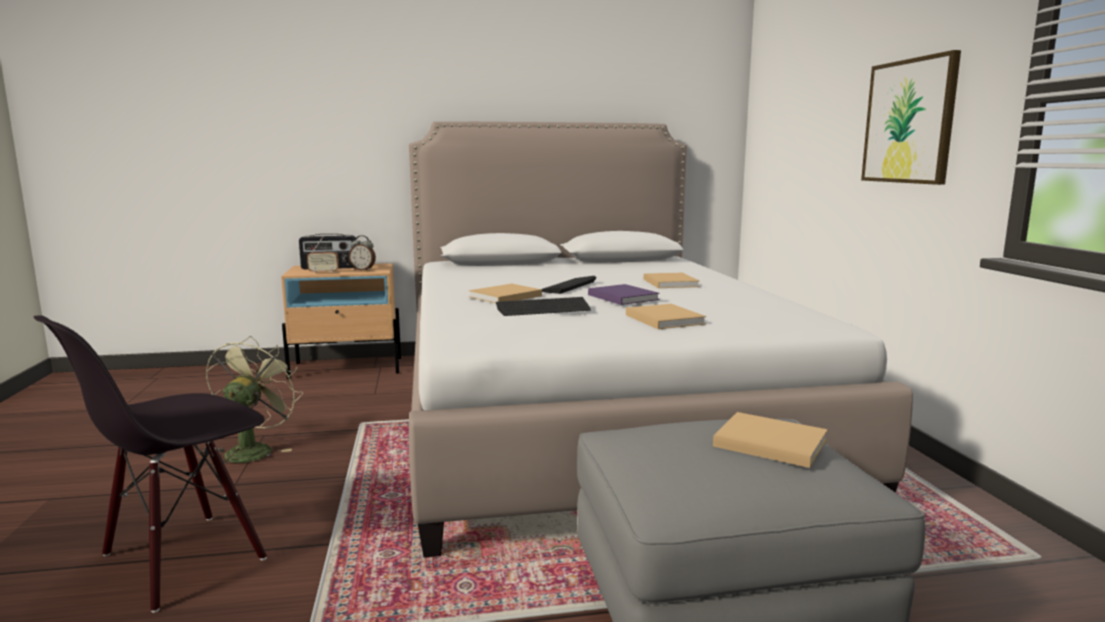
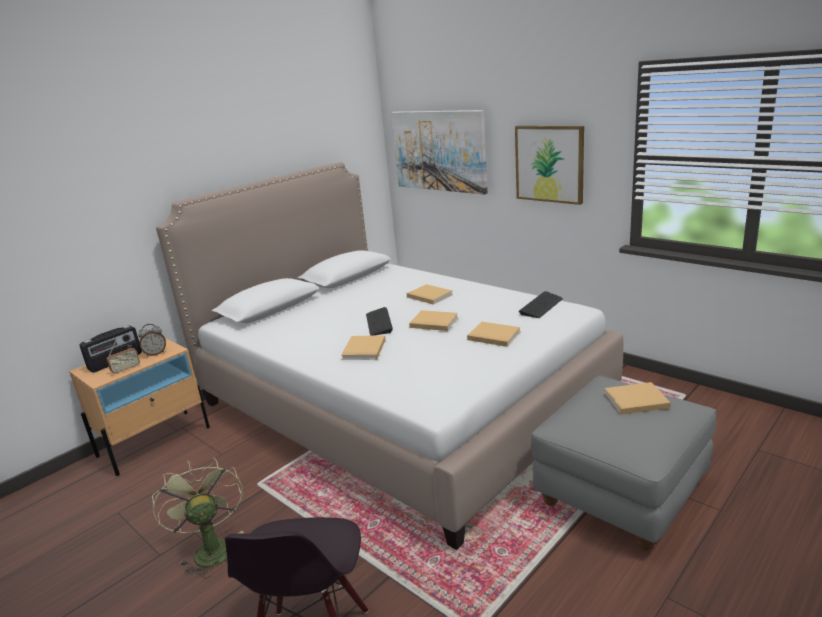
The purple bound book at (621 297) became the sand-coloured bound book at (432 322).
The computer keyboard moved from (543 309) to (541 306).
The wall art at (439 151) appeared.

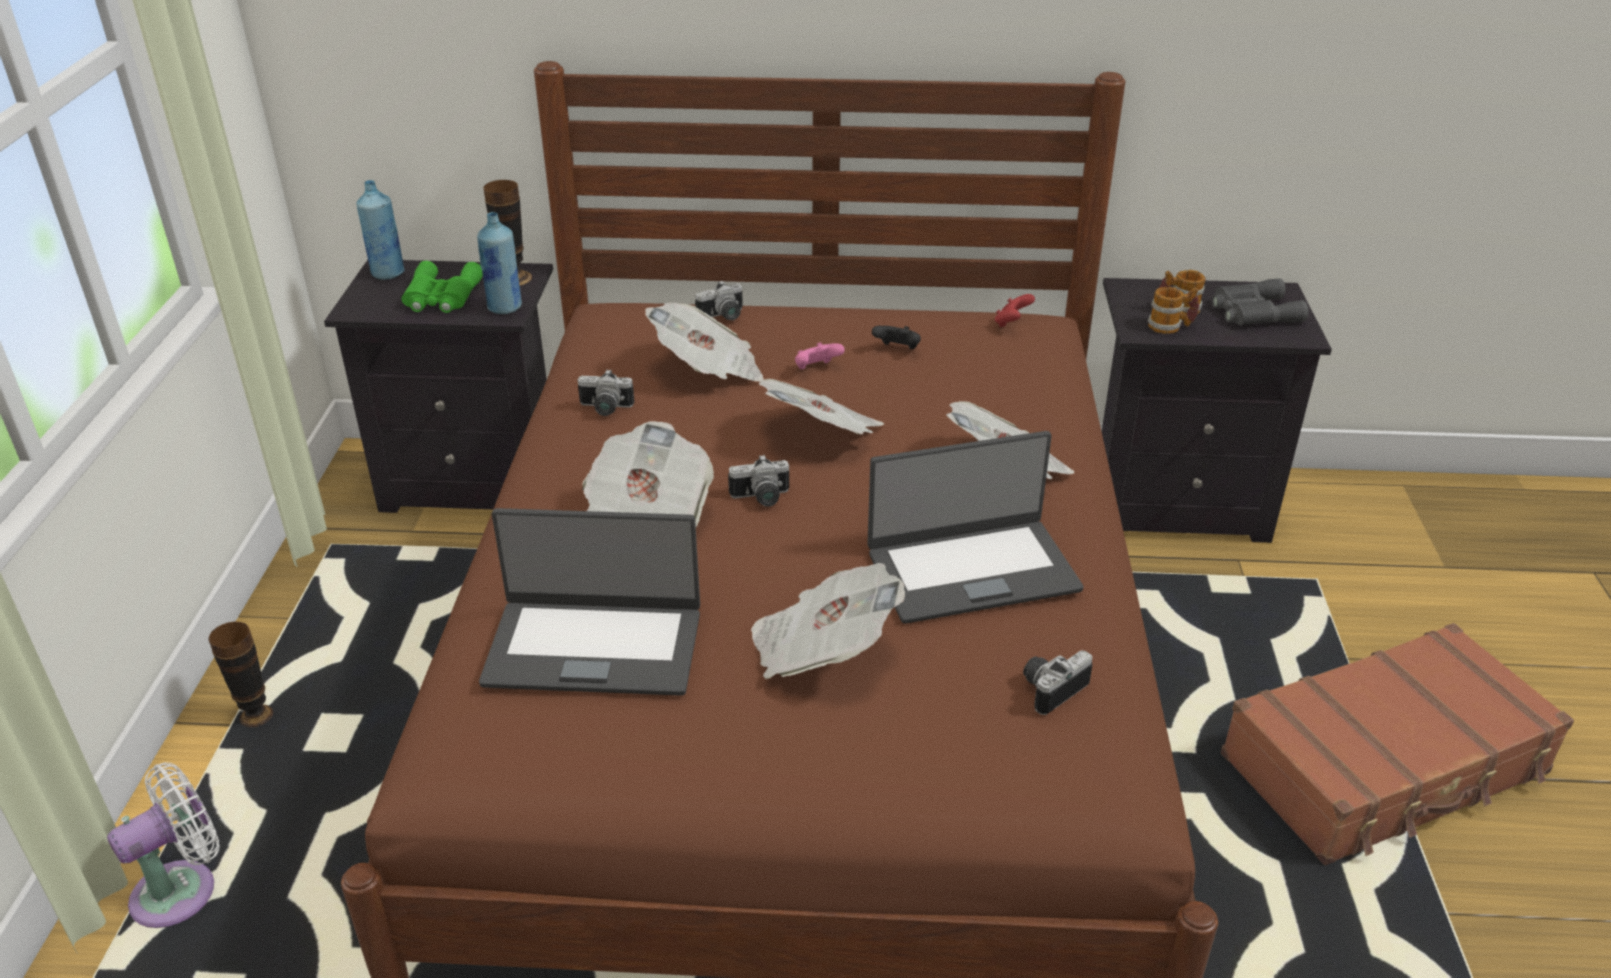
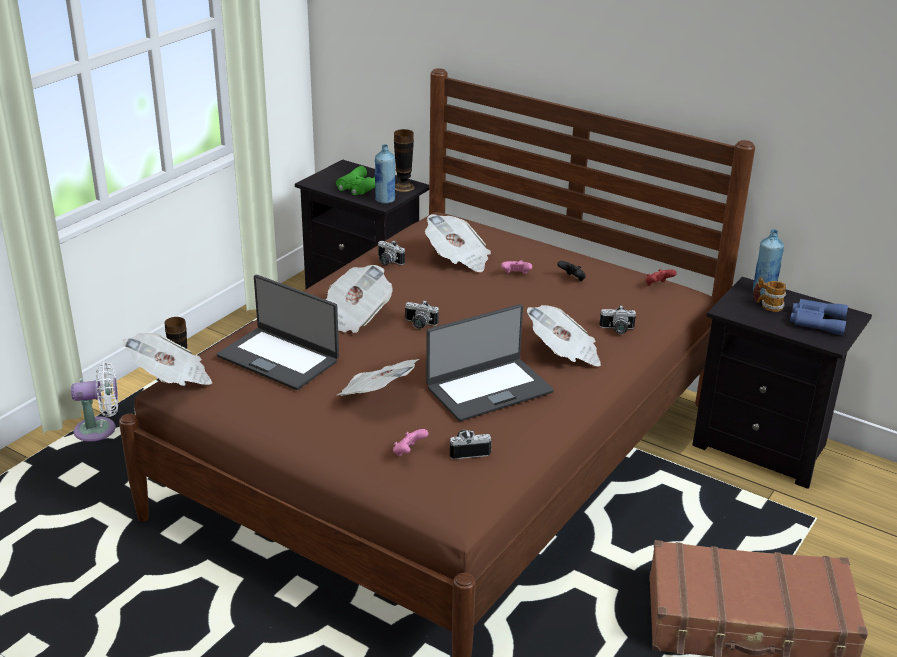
The bluish drink bottle moved from (388 273) to (763 291).
The grey binoculars at (1252 312) became the bluish binoculars at (816 321).
The photo camera moved from (723 317) to (617 330).
The coffee mug at (1171 327) disappeared.
The newspaper moved from (823 435) to (172 379).
The laptop at (971 569) turned 45 degrees counterclockwise.
The pink-coloured joypad at (409 452) appeared.

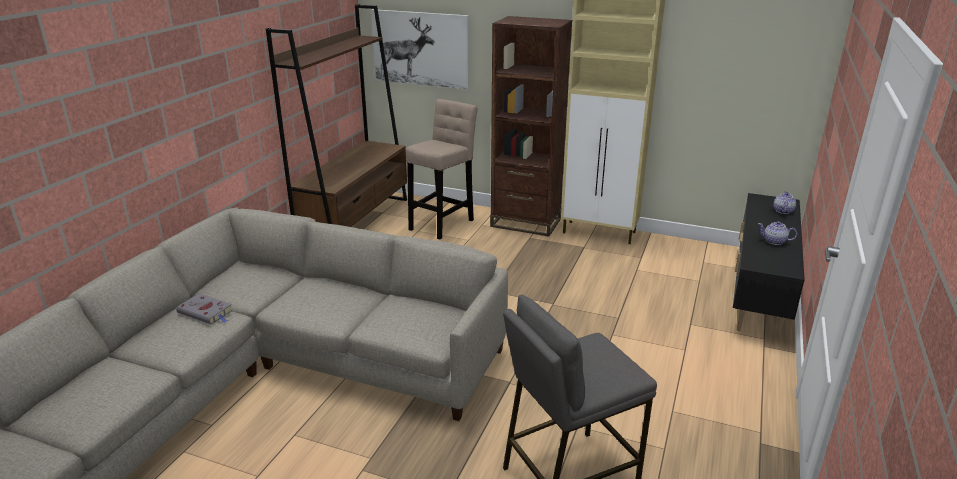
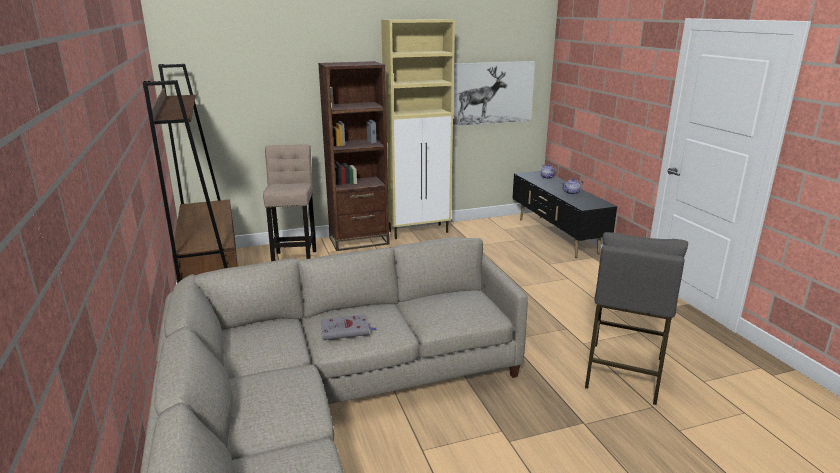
The wall art moved from (421 48) to (492 93).
The grey bound book moved from (206 312) to (346 330).

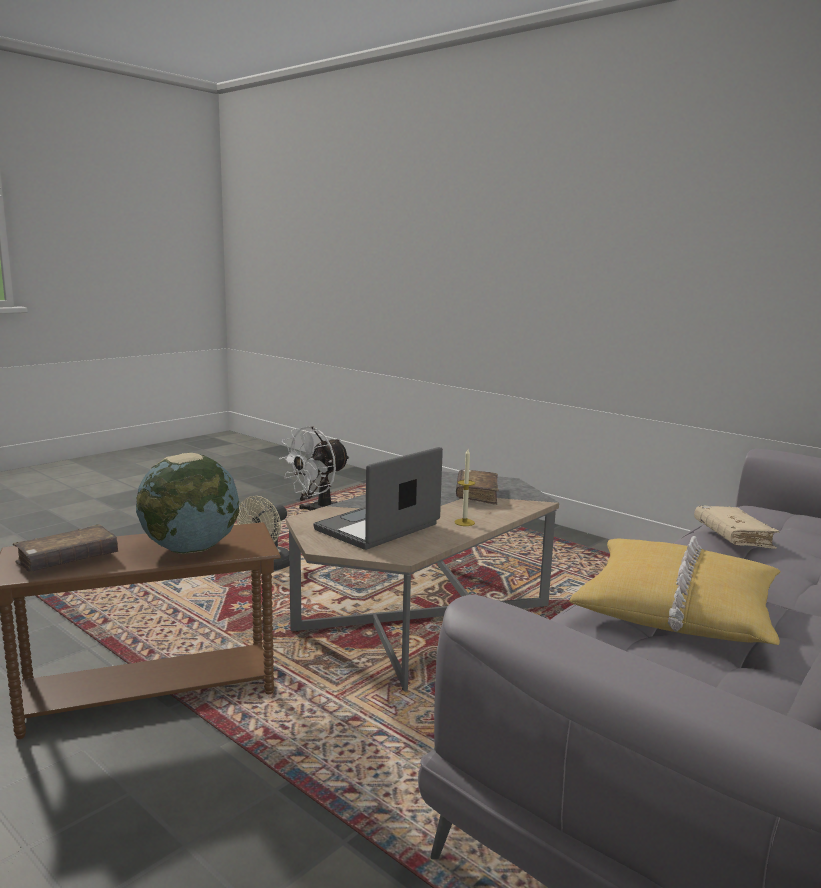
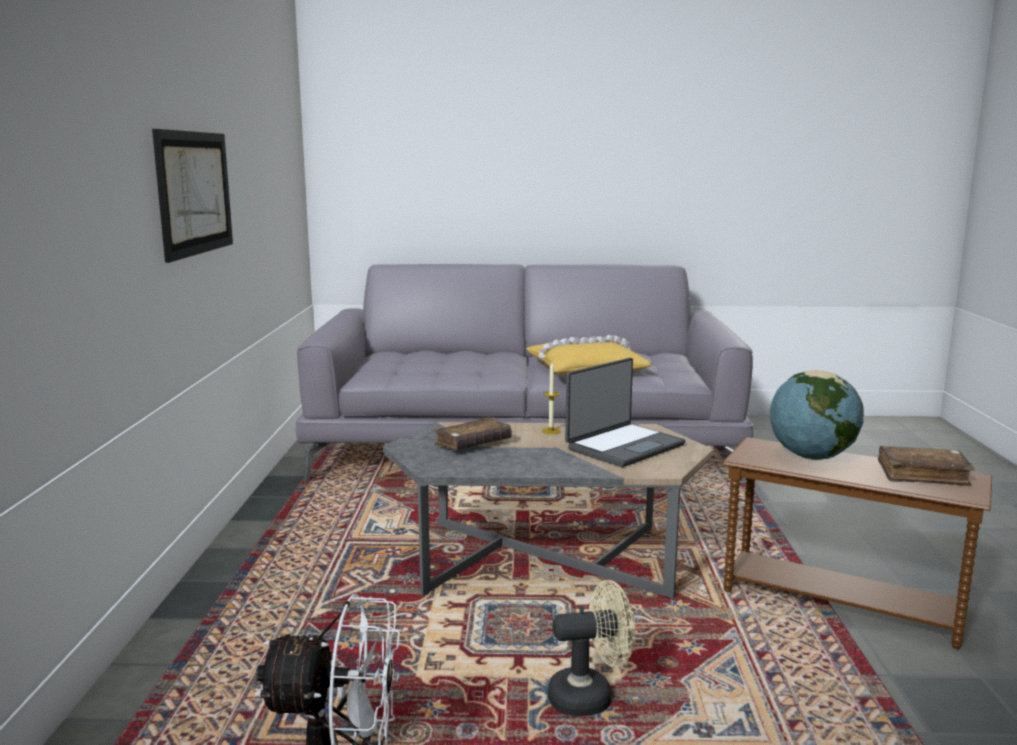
The laptop at (379 528) turned 45 degrees counterclockwise.
The sand-coloured bound book at (732 536) disappeared.
The wall art at (195 193) appeared.

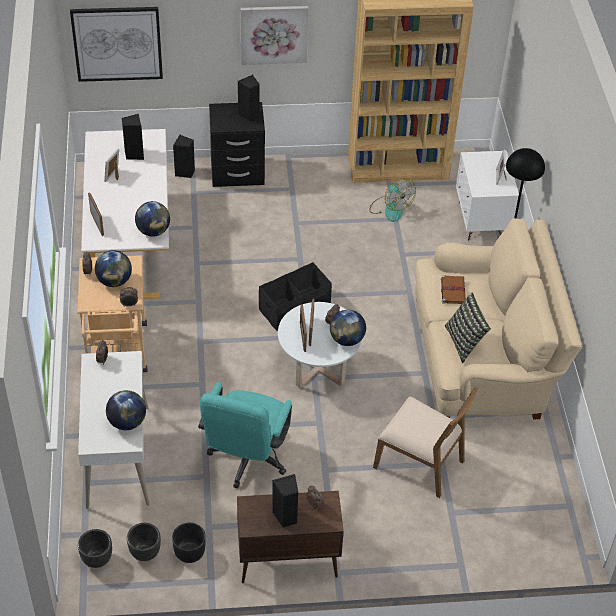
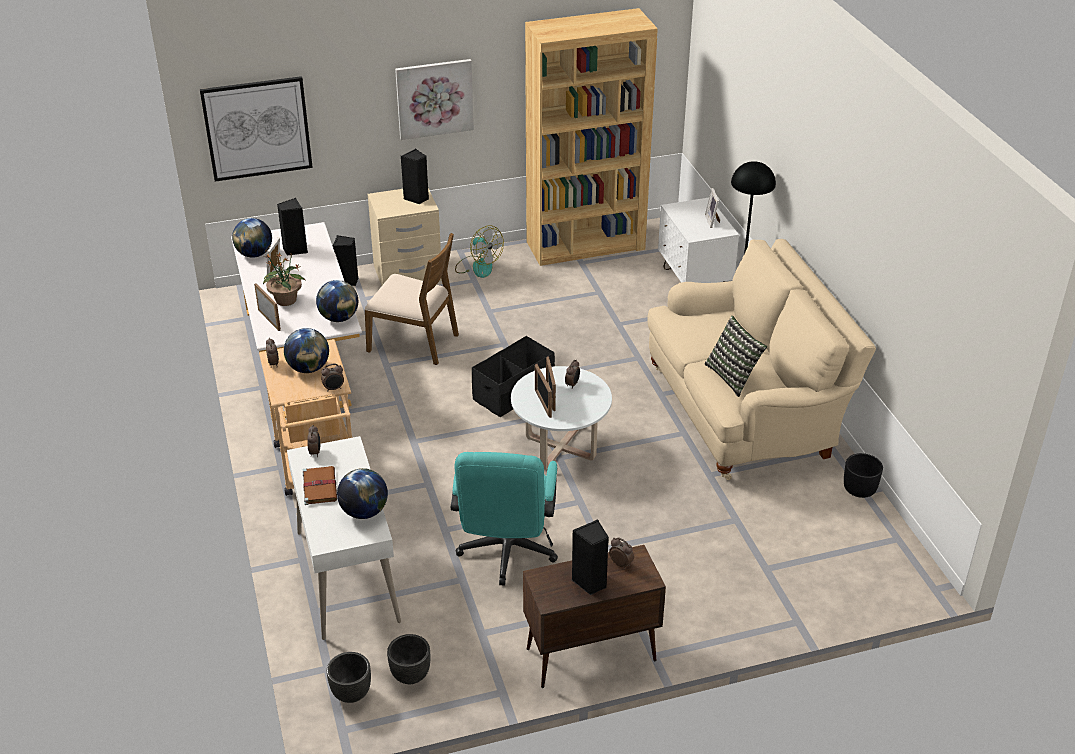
The blackish nightstand at (237 173) became the sand-coloured nightstand at (407 274).
The electric fan moved from (390 208) to (478 266).
The brown-coloured bound book moved from (452 290) to (319 486).
The desk globe moved from (347 339) to (254 254).
The brown-coloured chair moved from (420 463) to (414 342).
The blackish plant pot moved from (189 552) to (860 489).
The houseplant at (286 300) appeared.

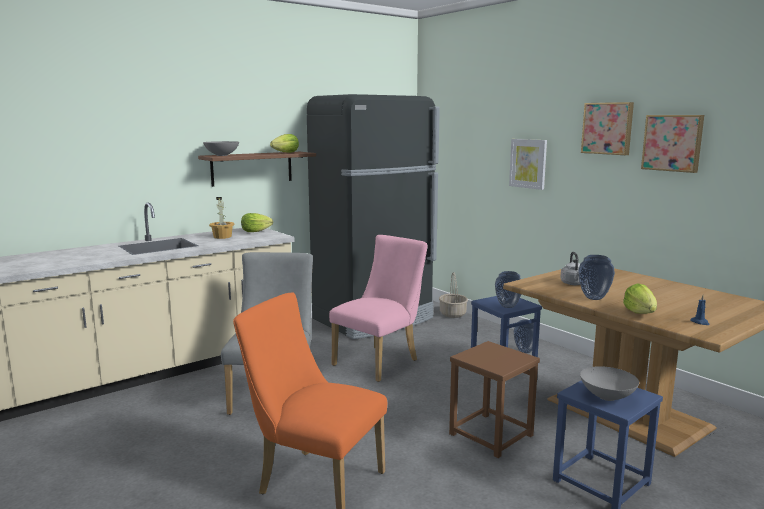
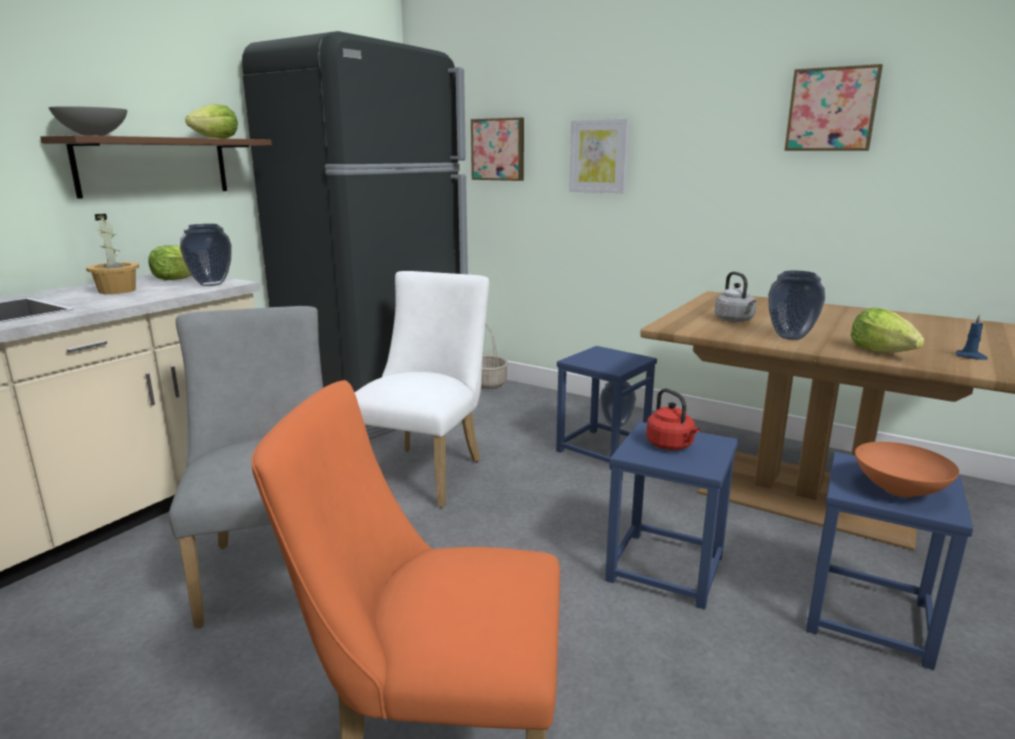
The wall art moved from (608 128) to (499 149).
The pink-coloured chair at (380 361) became the white-coloured chair at (425 471).
The flower vase moved from (507 306) to (210 284).
The brown-coloured stool at (490 435) became the bluish stool at (664 568).
The grey deep dish at (607 396) became the orangey deep dish at (898 490).
The red-coloured kettle at (671 445) appeared.

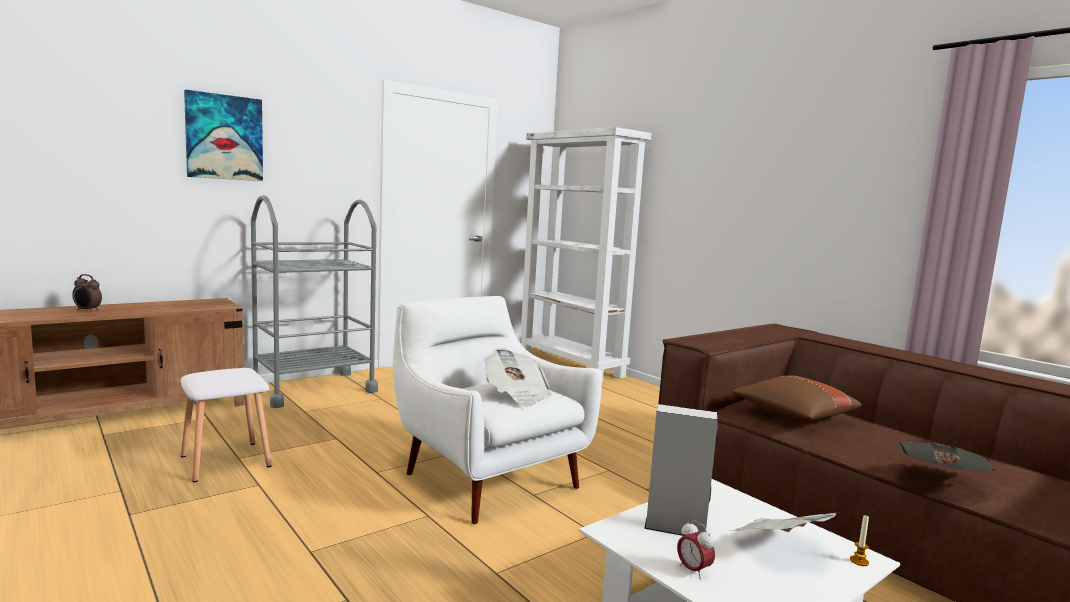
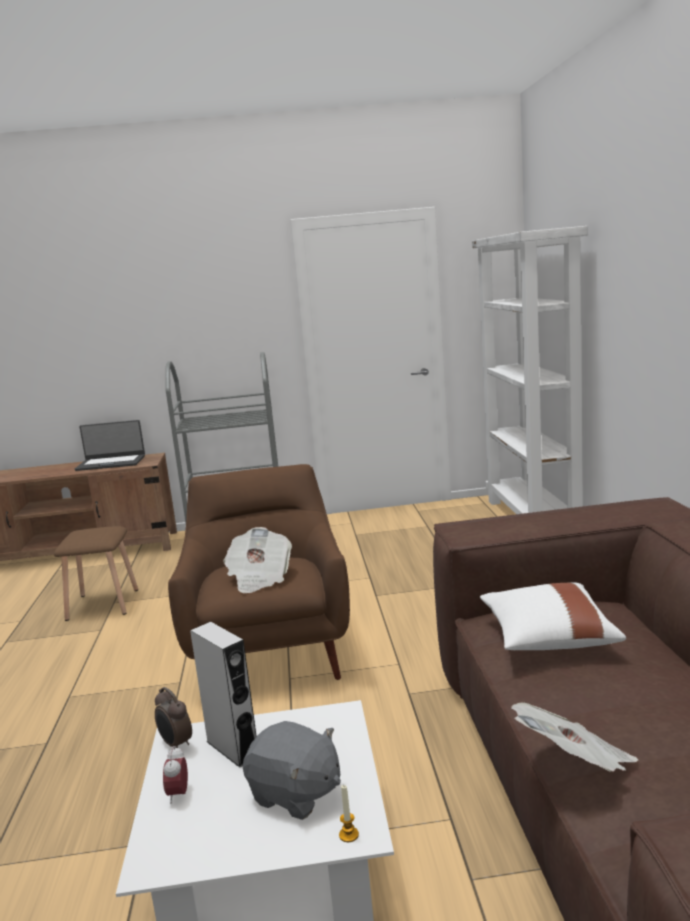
The wall art at (224 137) disappeared.
The alarm clock moved from (87 310) to (176 744).
The white-coloured lounge chair at (486 477) became the brown-coloured lounge chair at (271 652).
The white-coloured stool at (227 460) became the brown-coloured stool at (104 604).
The brown-coloured pillow at (792 415) became the white-coloured pillow at (548 637).
The newspaper at (779 546) was replaced by the grey plush toy at (295 794).
The laptop at (111 463) appeared.

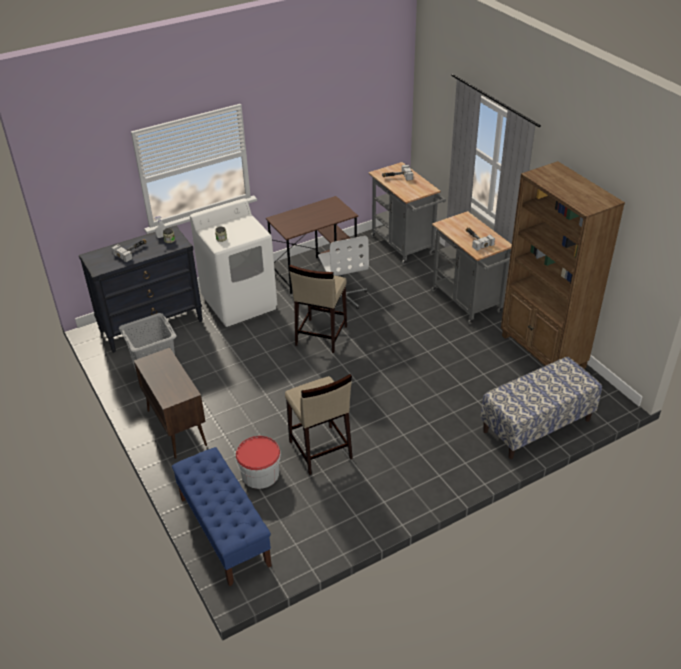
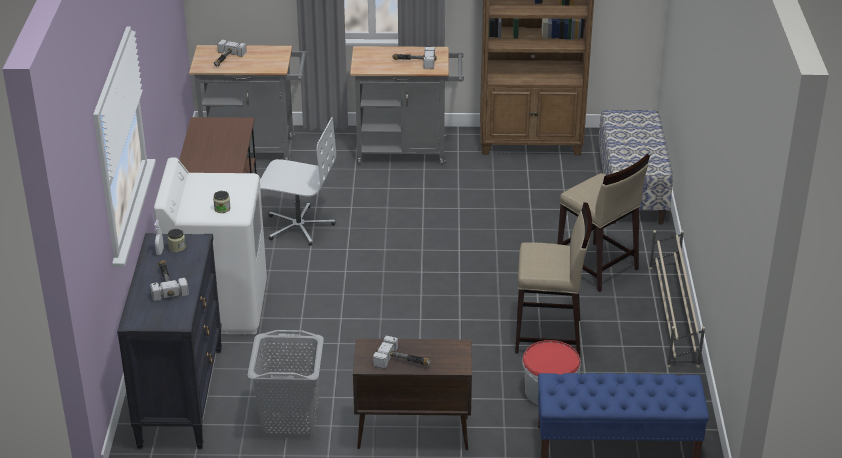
The sand-coloured stool moved from (320 336) to (597 267).
The sand-coloured shoe shelf at (673 316) appeared.
The hand hammer at (403 361) appeared.

